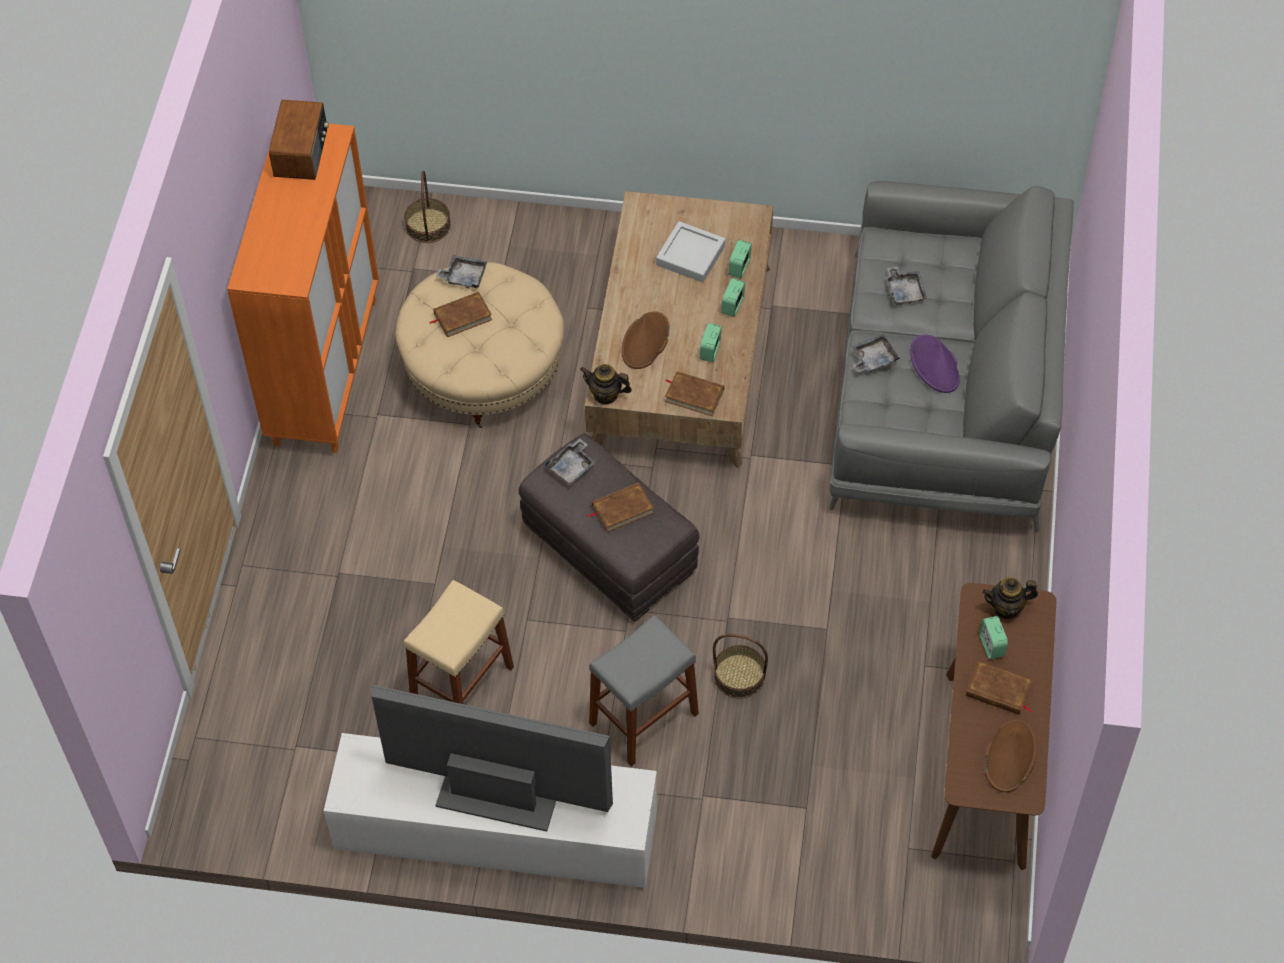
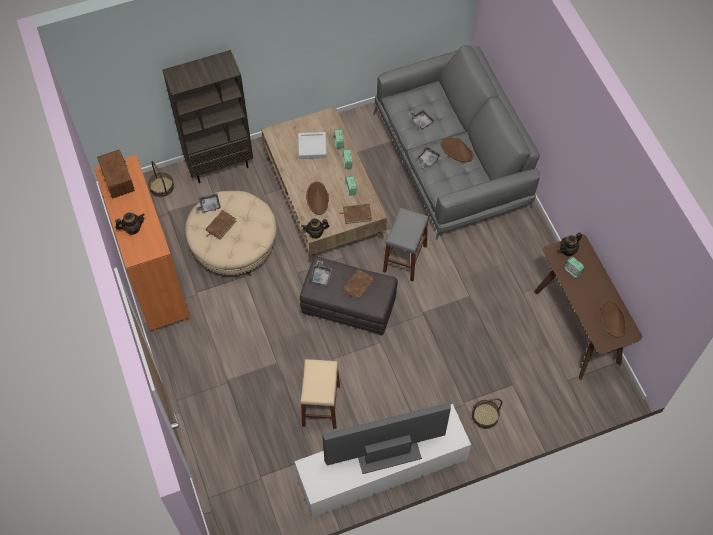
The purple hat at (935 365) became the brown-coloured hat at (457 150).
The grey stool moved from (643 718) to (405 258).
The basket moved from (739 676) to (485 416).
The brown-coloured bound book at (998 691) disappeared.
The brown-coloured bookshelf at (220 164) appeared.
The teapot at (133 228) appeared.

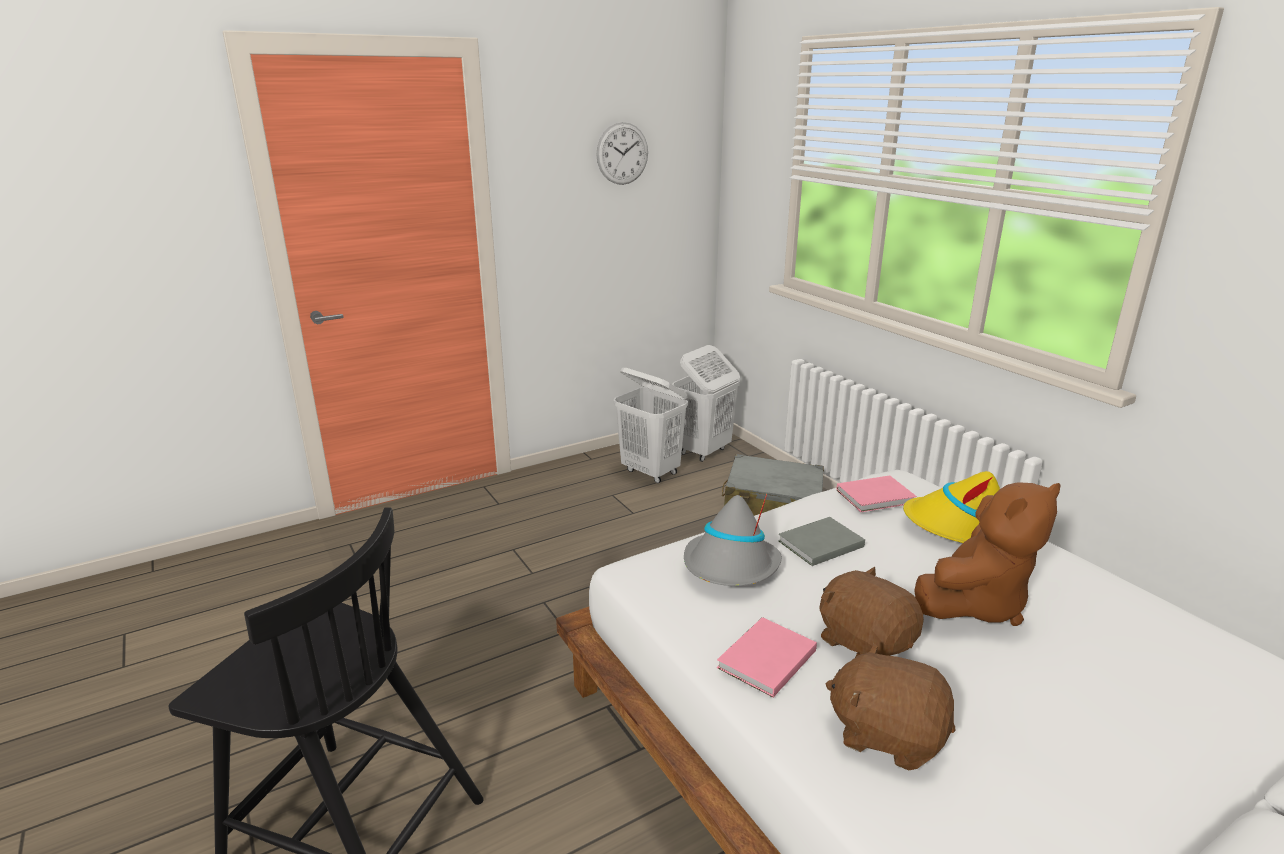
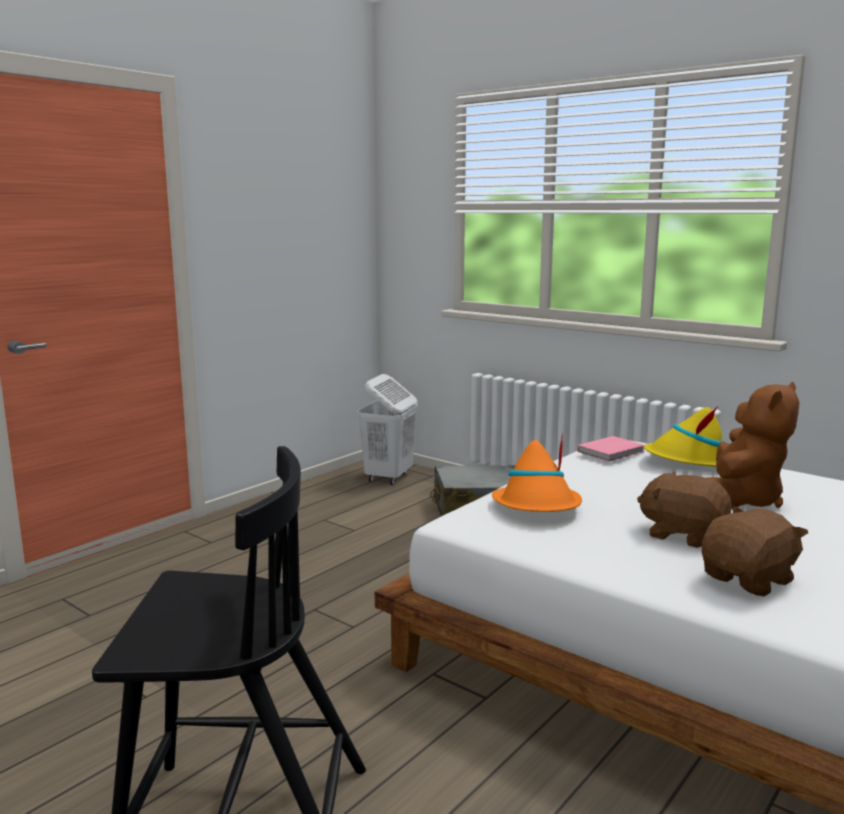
The clock on the wall at (622 153) disappeared.
The white-coloured laundry basket at (651 472) disappeared.
The grey hat at (731 566) became the orangey hat at (537 507).
The grey bound book at (818 544) disappeared.
The pink-coloured bound book at (764 660) disappeared.
The brown-coloured plush toy at (887 734) turned 135 degrees clockwise.

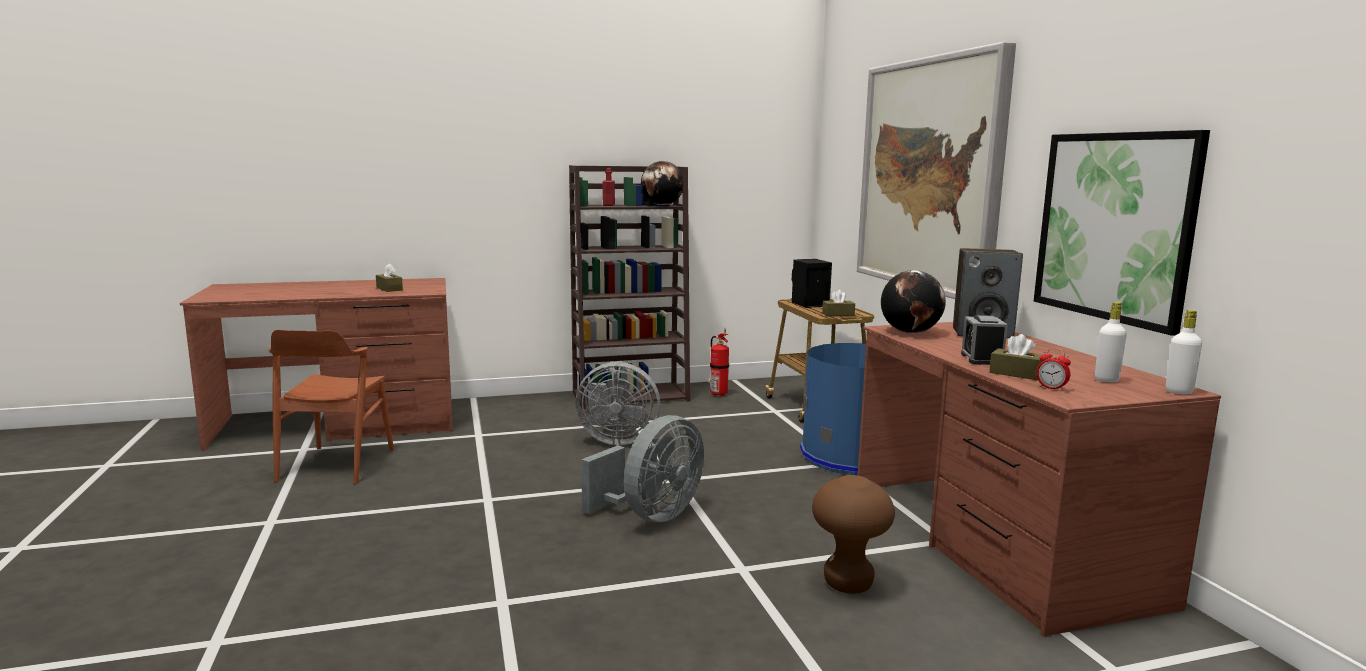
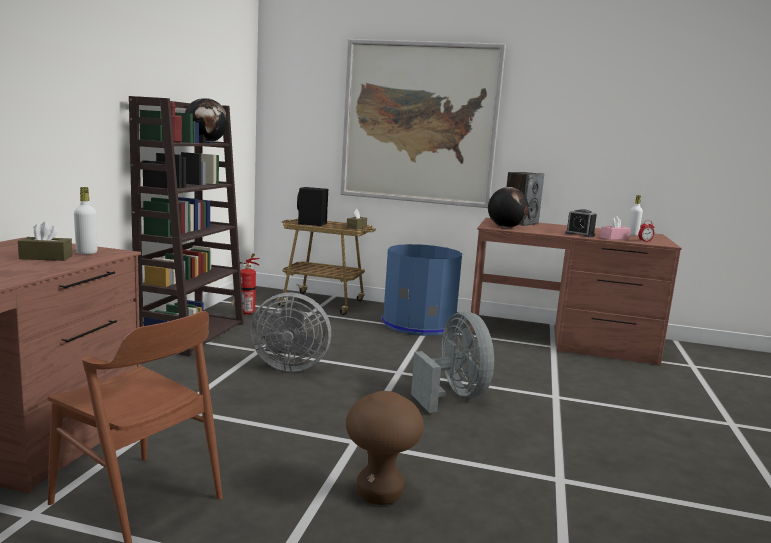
The wall art at (1114 226) disappeared.
The white-coloured drink bottle moved from (1179 391) to (86 253).
The brown-coloured box of tissues at (1016 374) became the pink-coloured box of tissues at (614 238).
The grey electric fan at (616 440) turned 60 degrees clockwise.
The brown-coloured stool moved from (848 584) to (379 494).

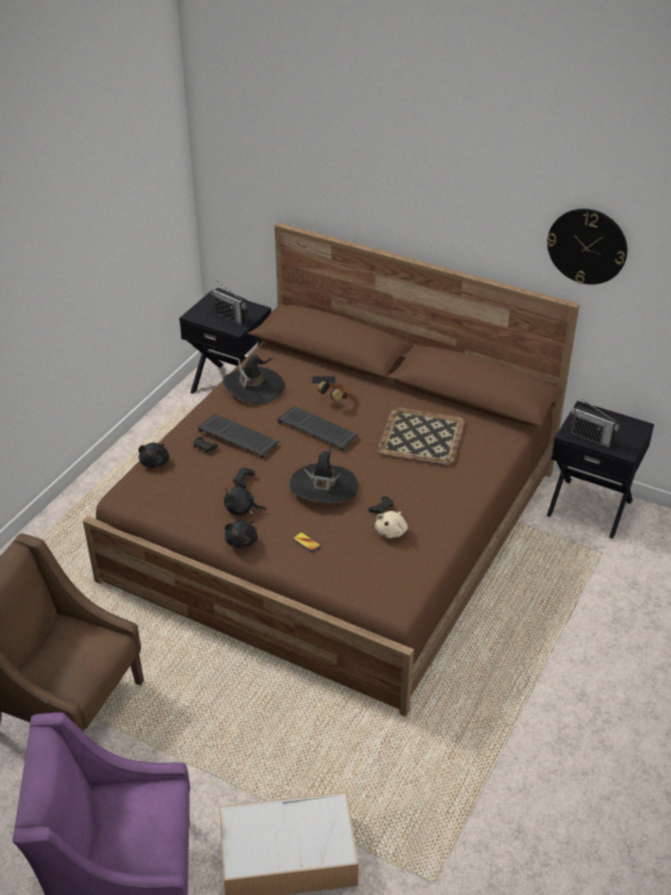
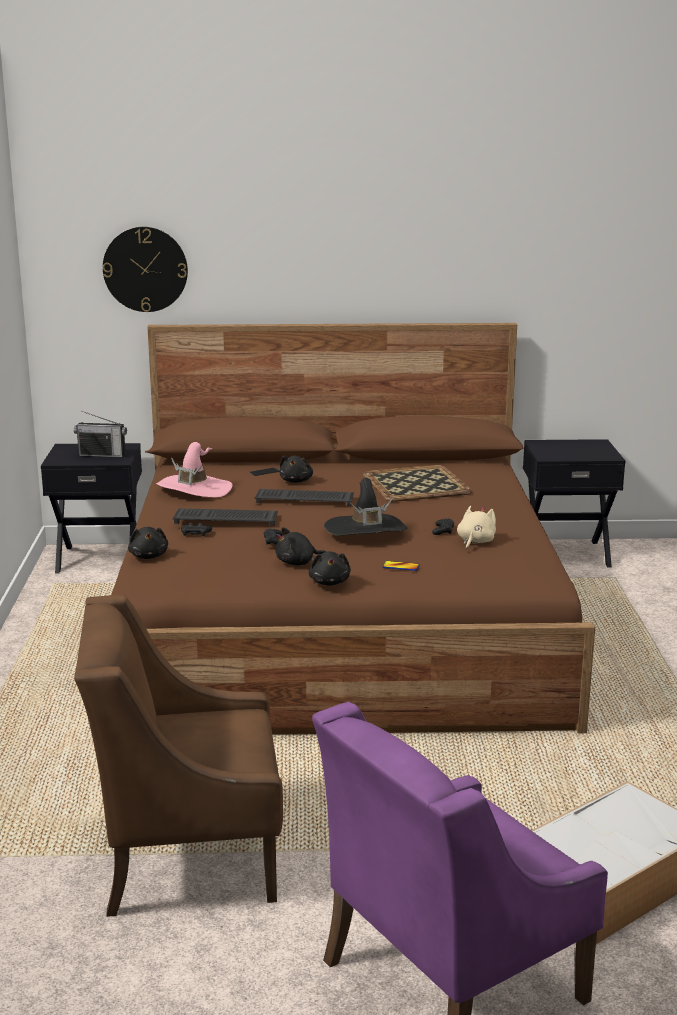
The clock on the wall moved from (587 246) to (145 269).
The blackish hat at (254 387) became the pink-coloured hat at (194 489).
The headphones at (337 400) was replaced by the blackish plush toy at (296 481).
The radio at (592 438) disappeared.
The sand-coloured plush toy at (391 531) turned 150 degrees counterclockwise.

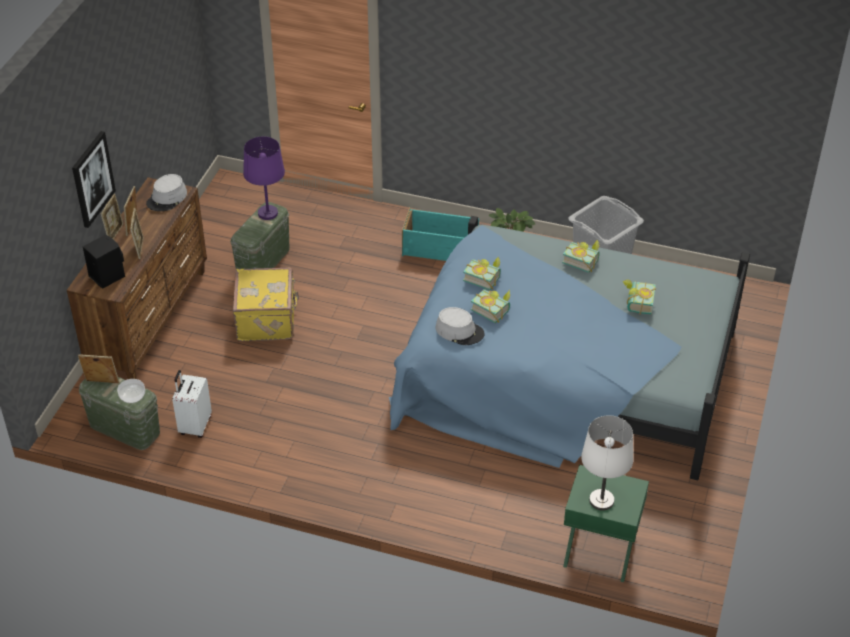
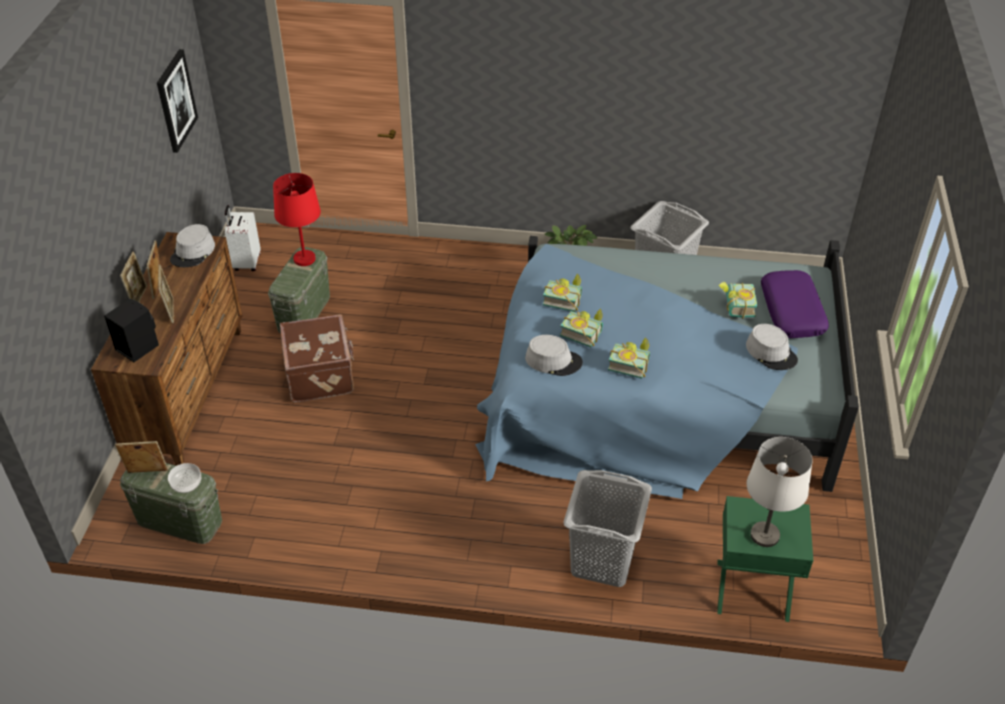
The wall art moved from (92 179) to (176 101).
The purple tabletop lamp at (268 213) became the red-coloured tabletop lamp at (304 259).
The turquoise storage bin at (441 249) disappeared.
The bound book moved from (582 260) to (629 364).
The yellow travel case at (267 319) became the brown-coloured travel case at (321 375).
The white-coloured travel case moved from (194 426) to (246 263).
The purple pillow at (792 312) appeared.
The grey hat at (771 353) appeared.
The grey laundry basket at (603 560) appeared.

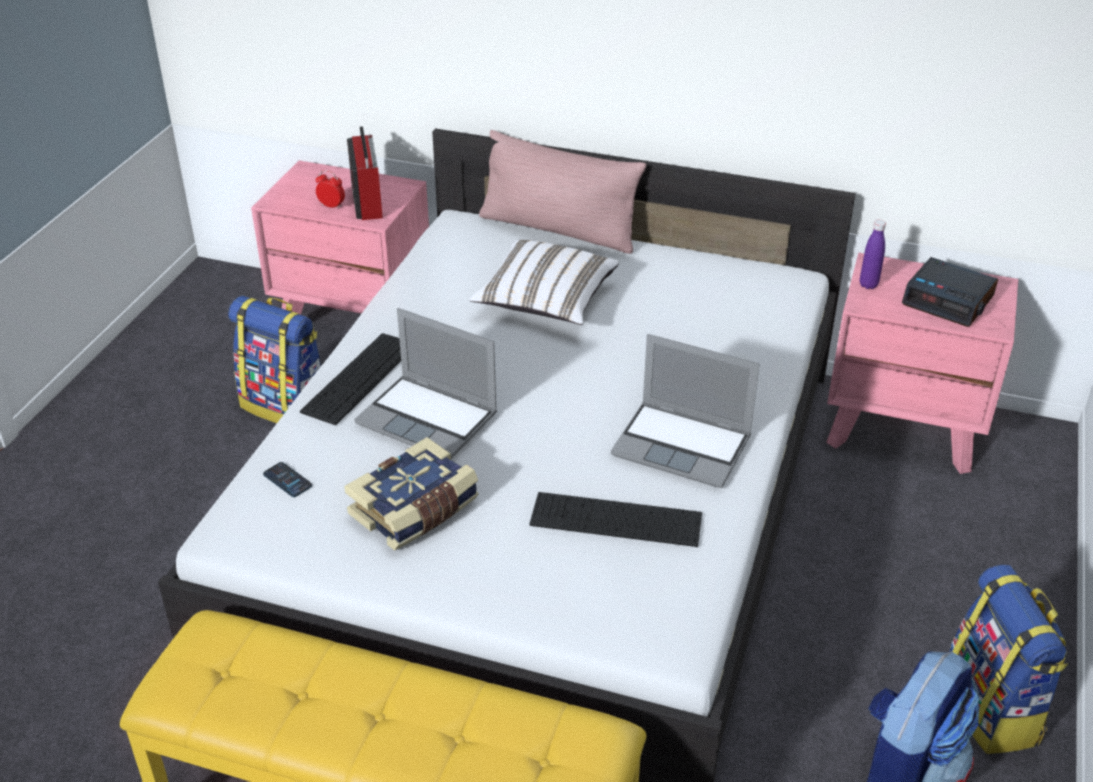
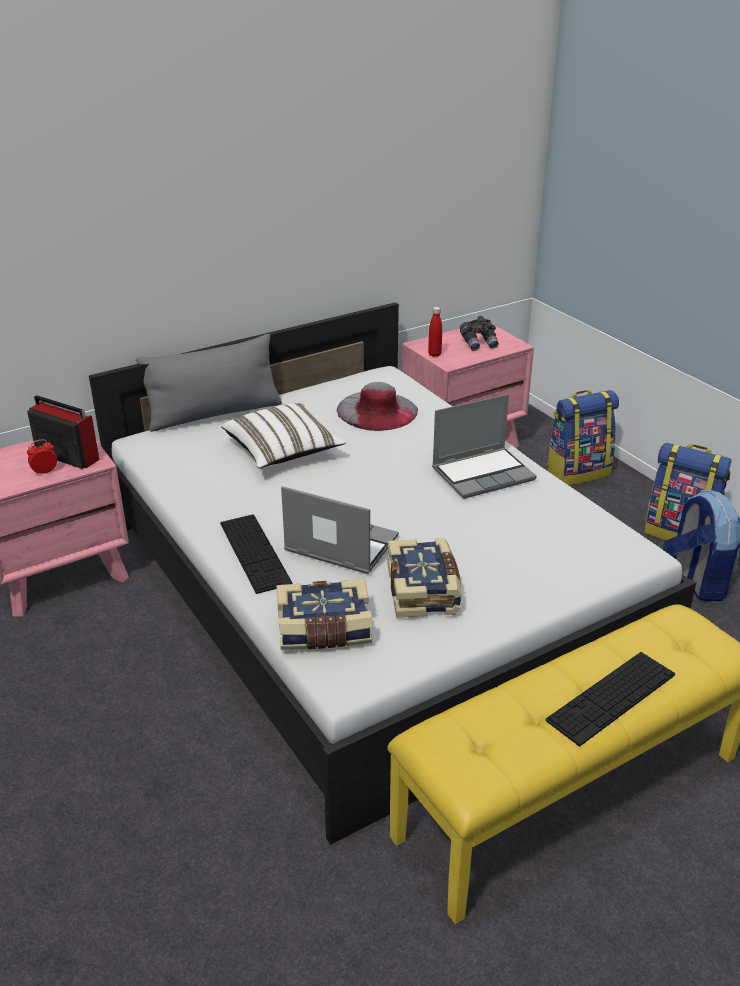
The pink-coloured pillow at (558 230) became the grey pillow at (214 414).
The purple drink bottle at (868 285) became the red-coloured drink bottle at (434 354).
The alarm clock at (949 300) was replaced by the grey binoculars at (479 343).
The rucksack moved from (286 406) to (577 472).
The laptop at (429 419) turned 135 degrees counterclockwise.
The handset at (287 480) was replaced by the bound book at (324 630).
The computer keyboard moved from (616 519) to (611 697).
The grey hat at (377 410) appeared.

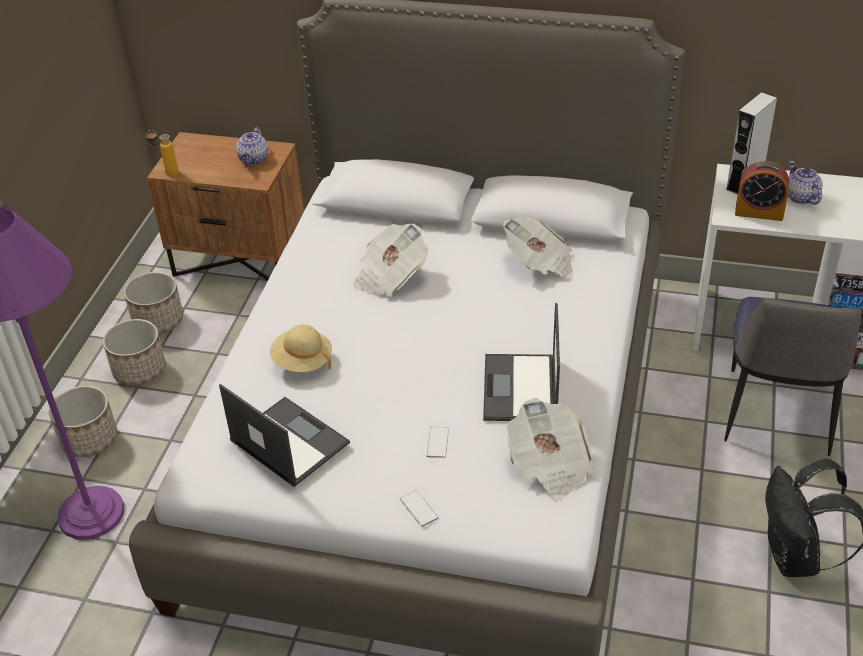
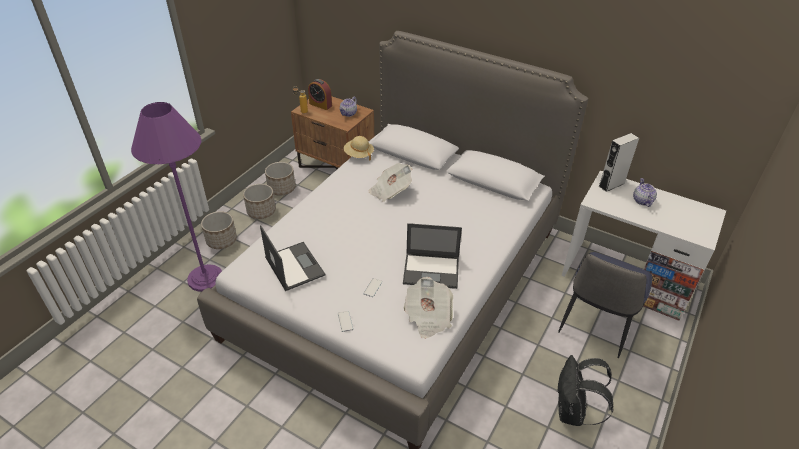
The alarm clock moved from (759 212) to (320 105).
The newspaper at (540 263) disappeared.
The laptop at (521 389) turned 105 degrees counterclockwise.
The sand-coloured hat moved from (302 362) to (358 155).

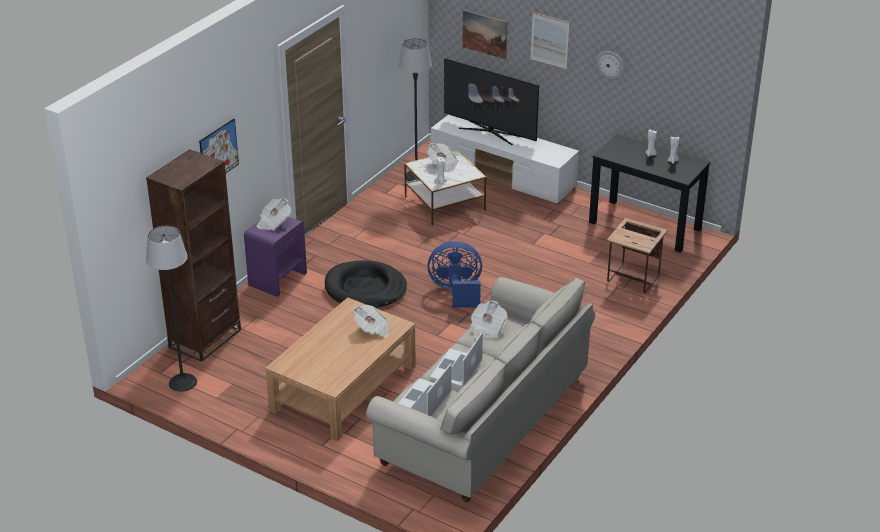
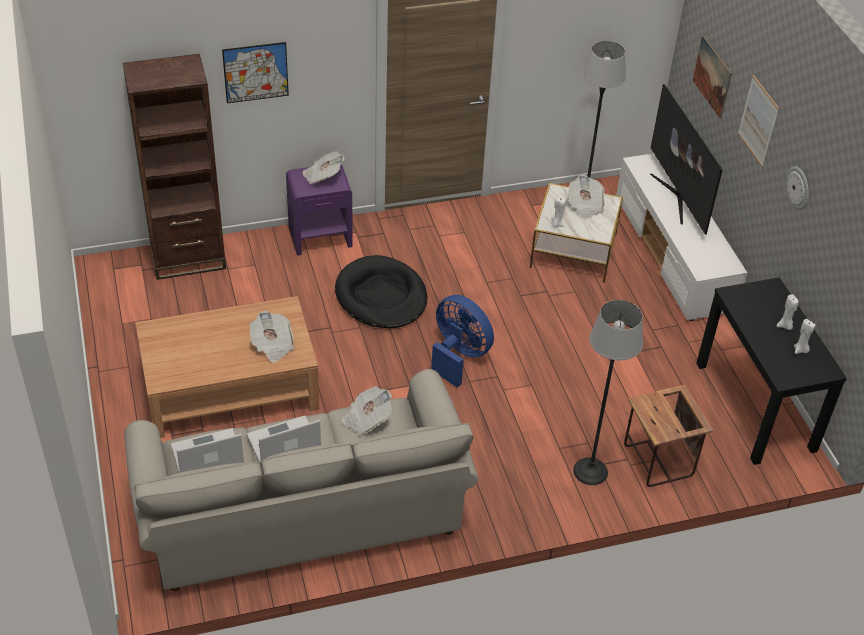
The standing lamp moved from (183 382) to (590 471).

